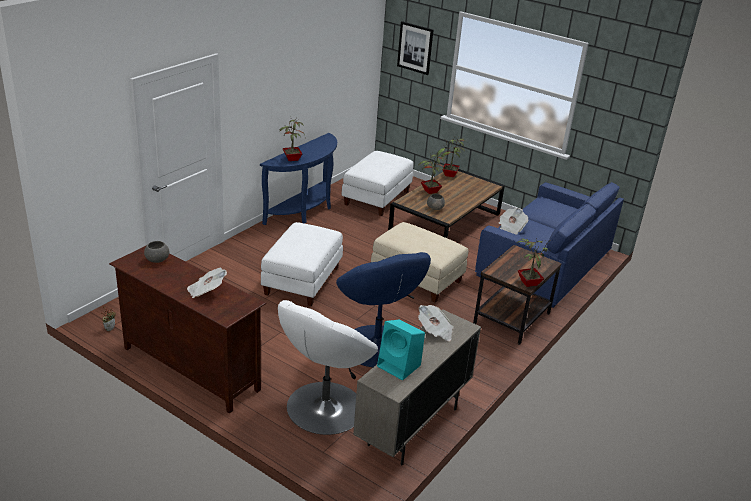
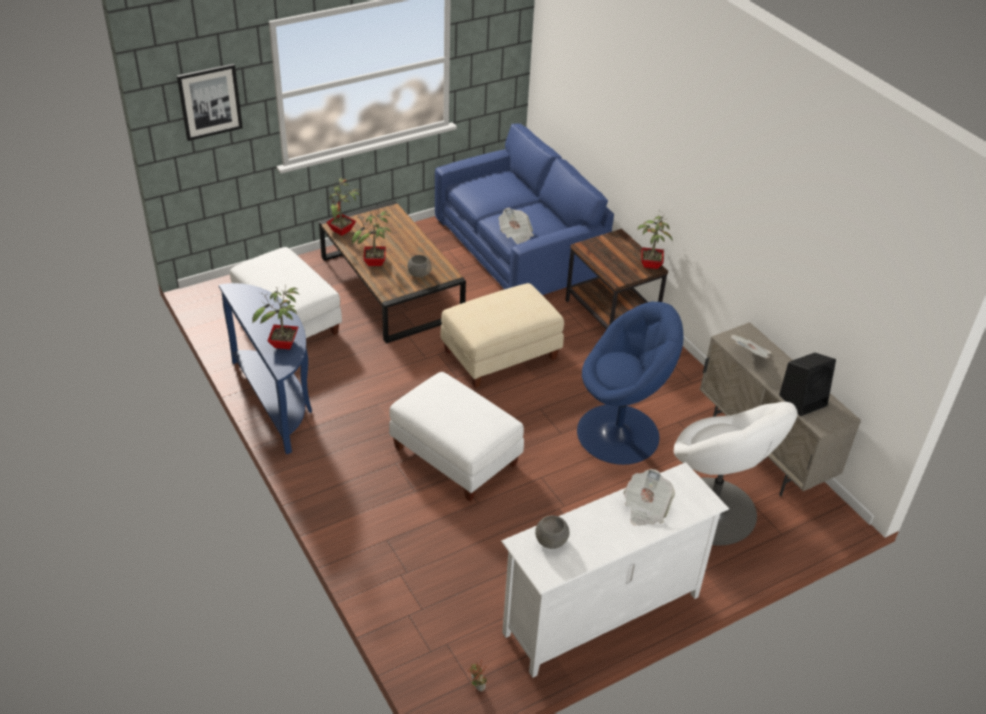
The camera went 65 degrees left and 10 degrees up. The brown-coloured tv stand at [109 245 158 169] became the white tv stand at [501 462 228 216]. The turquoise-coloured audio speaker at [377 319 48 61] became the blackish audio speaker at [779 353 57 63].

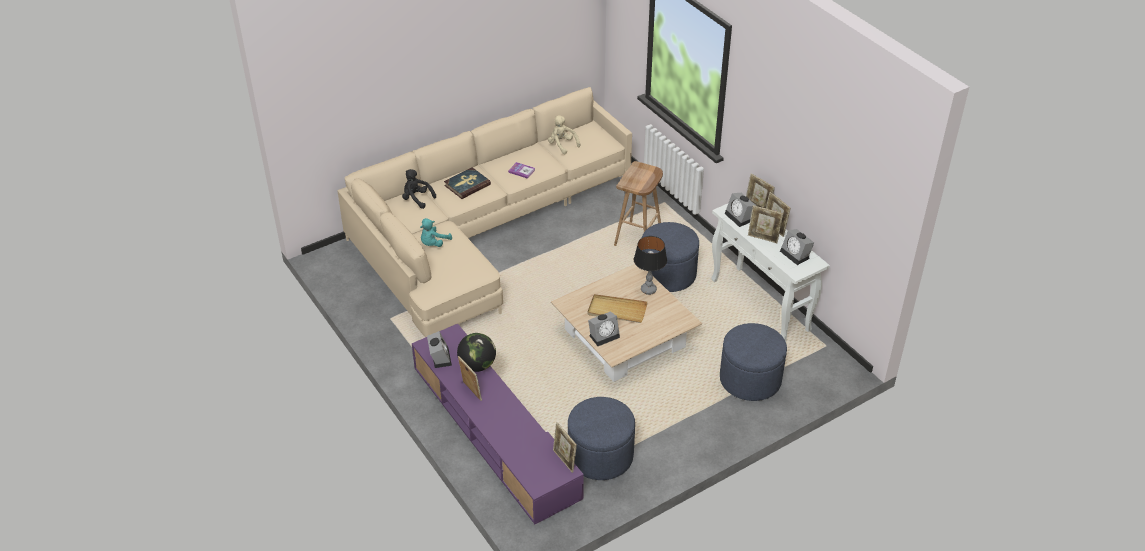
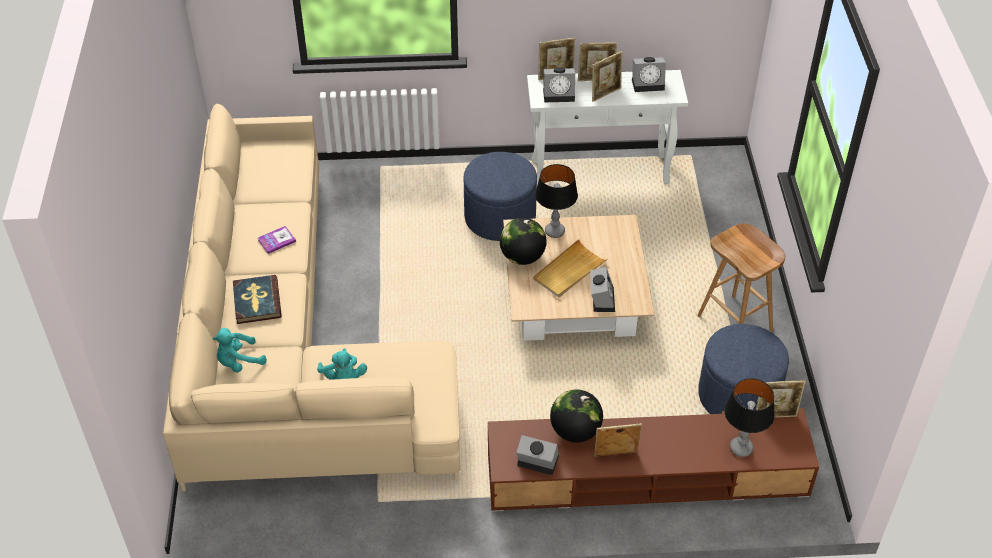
The camera went 60 degrees left and 5 degrees up. The sand-coloured plush toy at [548 115 32 39] disappeared. The brown-coloured sitting stool moved from [614 161 49 85] to [697 224 88 108]. The blackish plush toy at [402 169 34 40] became the turquoise-coloured plush toy at [213 328 54 45]. The blue footrest at [720 323 67 78] disappeared. The purple-coloured tv stand at [412 324 172 201] became the brown-coloured tv stand at [488 408 331 104]. The world globe at [500 218 47 47] appeared. The tabletop lamp at [724 378 51 79] appeared.

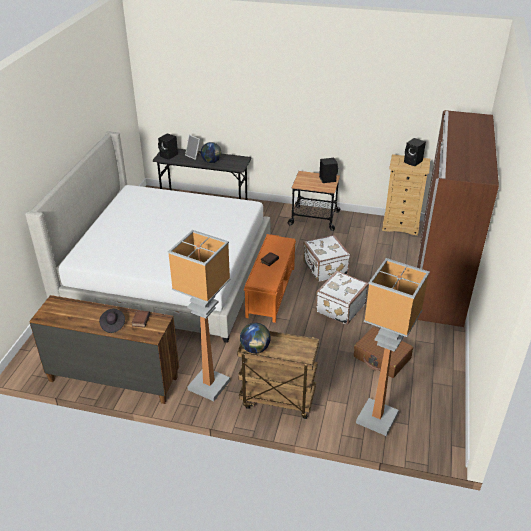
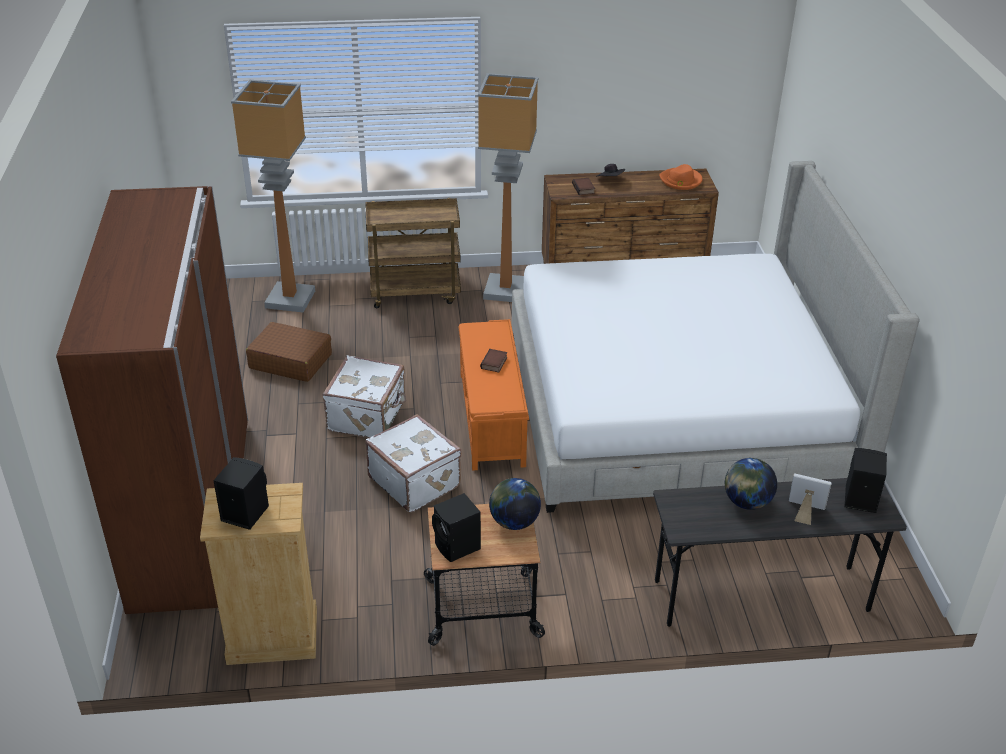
The camera went 160 degrees right and 0 degrees up. The world globe moved from [240 323 31 30] to [489 478 52 52]. The orangey clothing hat at [659 164 44 26] appeared.

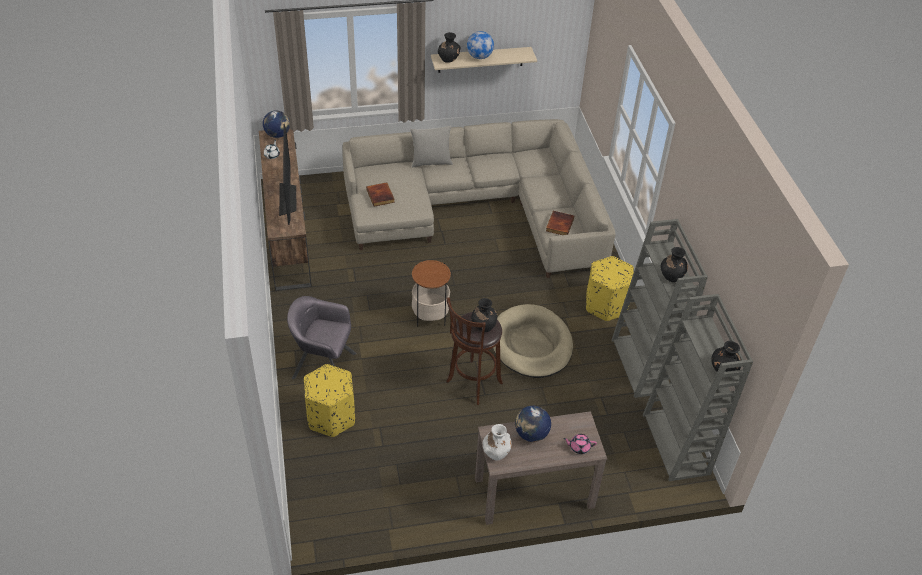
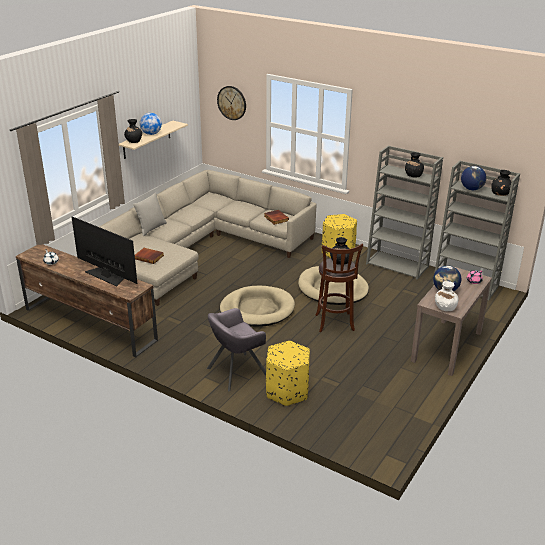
The camera went 45 degrees left and 15 degrees down. The world globe moved from [263 110 27 28] to [461 166 25 24]. The side table at [412 260 39 67] was replaced by the sand-coloured dog bed at [220 286 75 41]. The clock on the wall at [217 86 29 34] appeared.

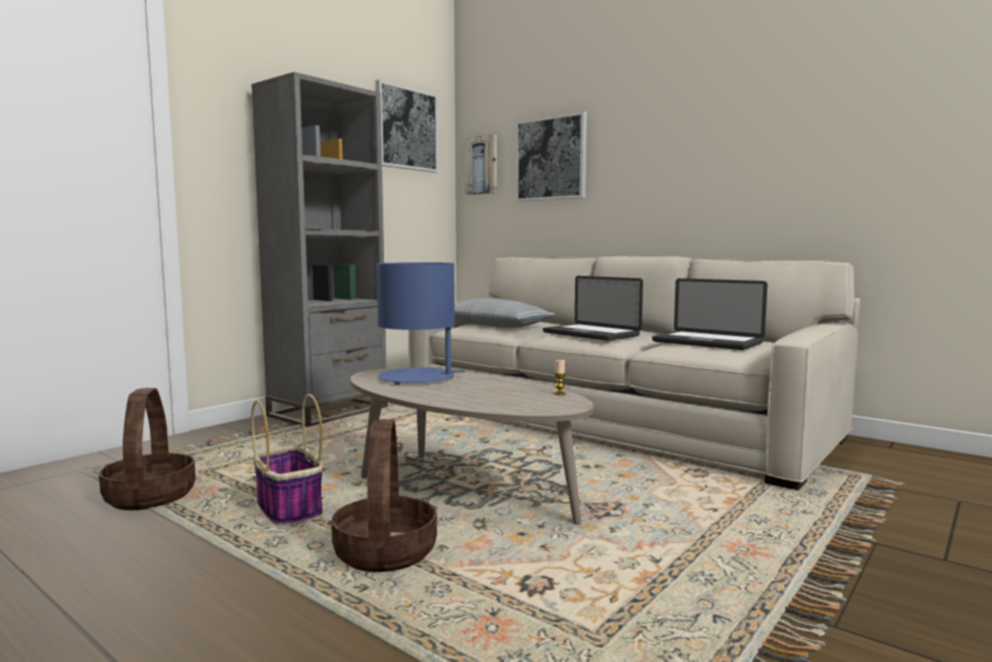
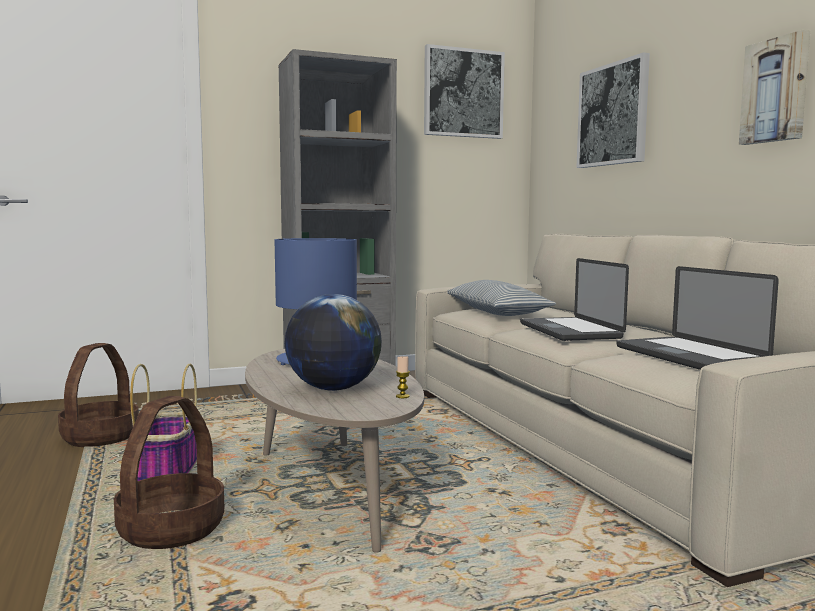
The camera went 30 degrees right and 0 degrees up. The wall art moved from [465 134 32 61] to [739 30 71 115]. The world globe at [285 294 97 97] appeared.

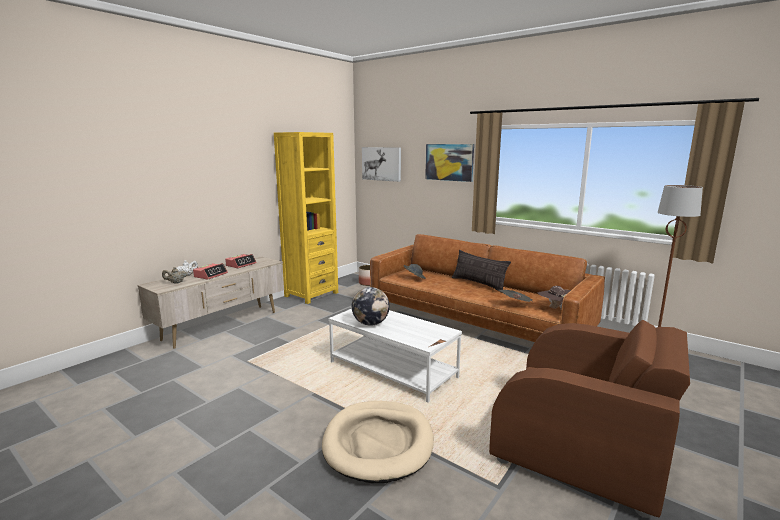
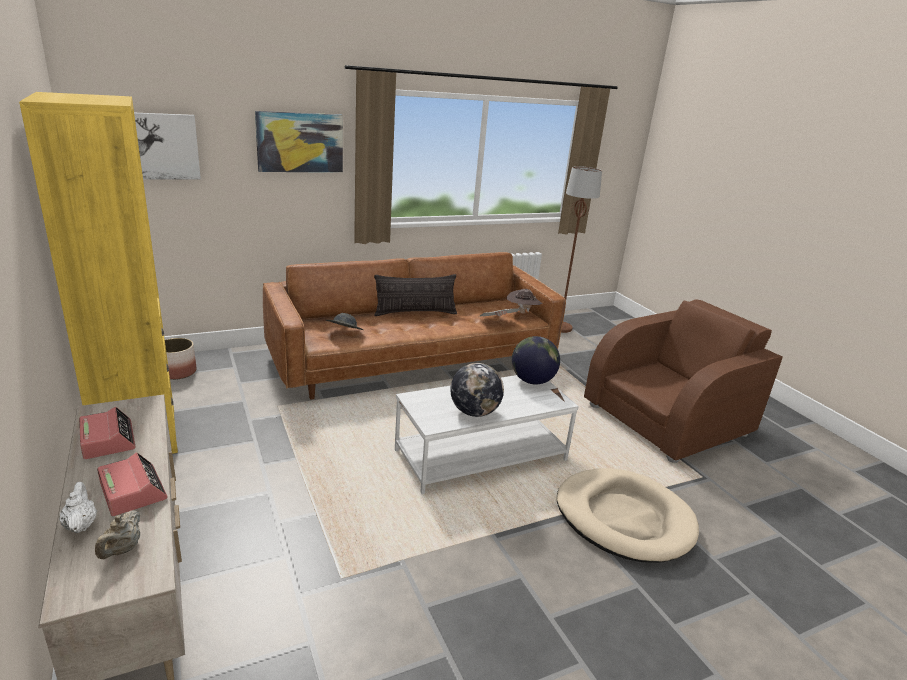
The camera went 65 degrees left and 10 degrees up. The world globe at [512 336 48 48] appeared.

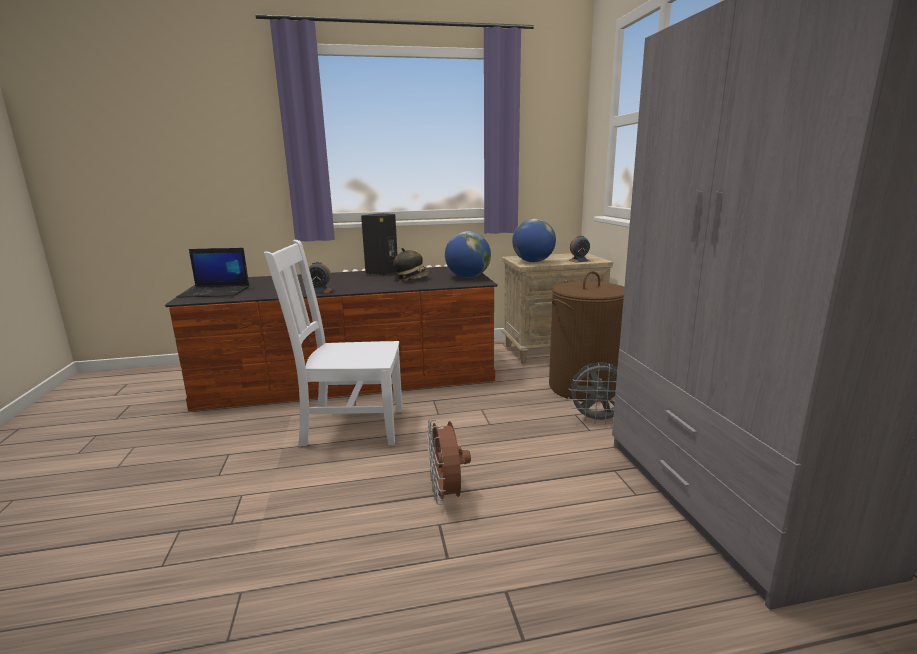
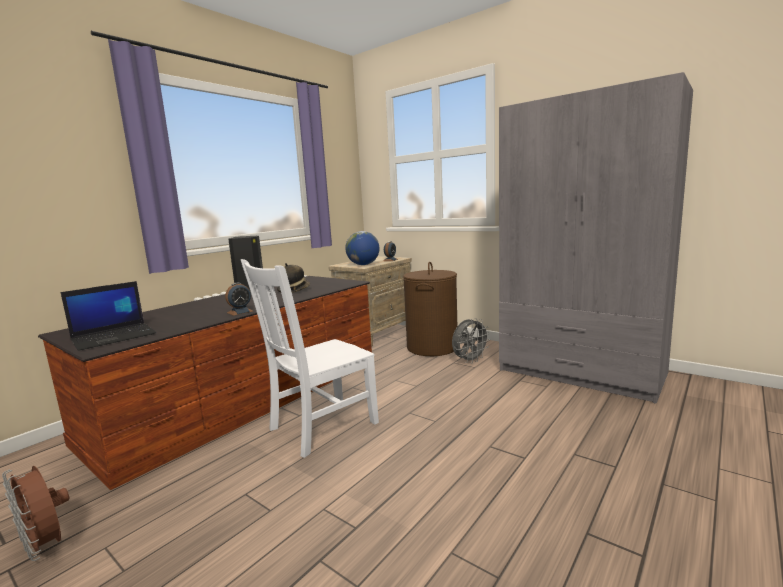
The camera went 40 degrees left and 5 degrees down. The world globe at [445 231 46 47] disappeared. The brown-coloured fan moved from [427 418 44 87] to [2 466 67 95].

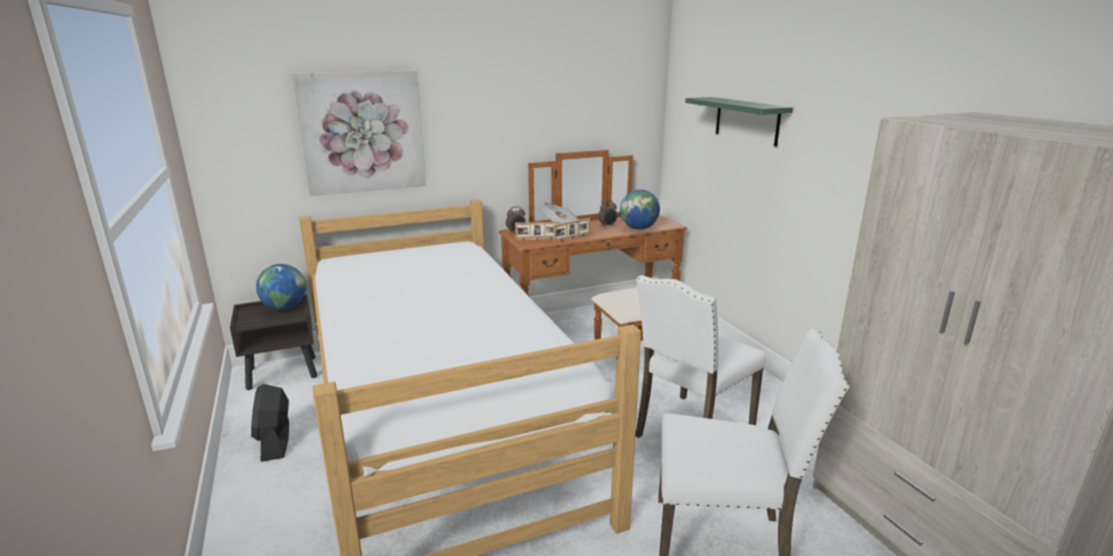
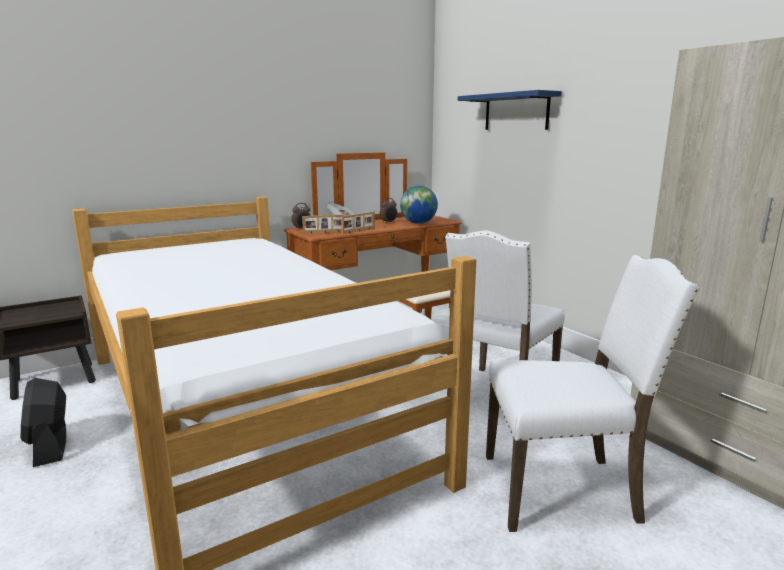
The camera went 10 degrees left and 5 degrees down. The wall art at [291 70 135 126] disappeared. The green-coloured bracket shelf at [685 97 108 49] became the blue bracket shelf at [458 90 104 40]. The world globe at [256 264 50 46] disappeared.

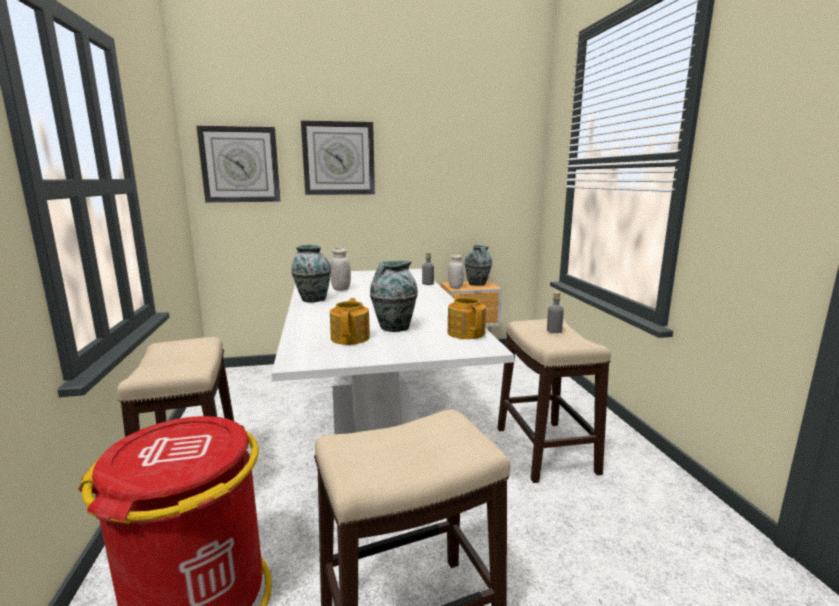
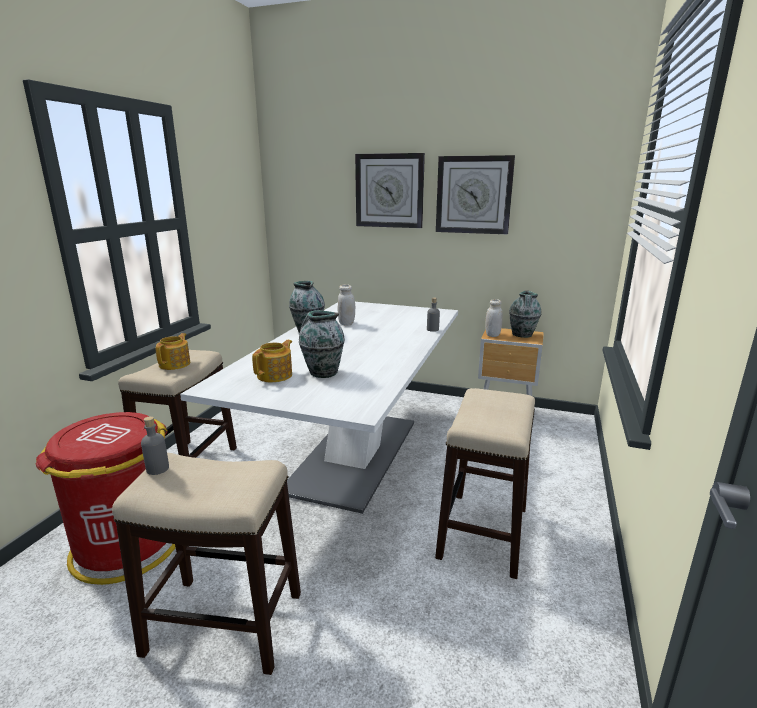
The camera went 30 degrees right and 5 degrees up. The clock on the wall moved from [197 126 84 76] to [436 155 79 79]. The grey bottle moved from [547 292 17 41] to [141 416 28 59]. The pot for tea moved from [447 294 39 45] to [155 333 35 37].

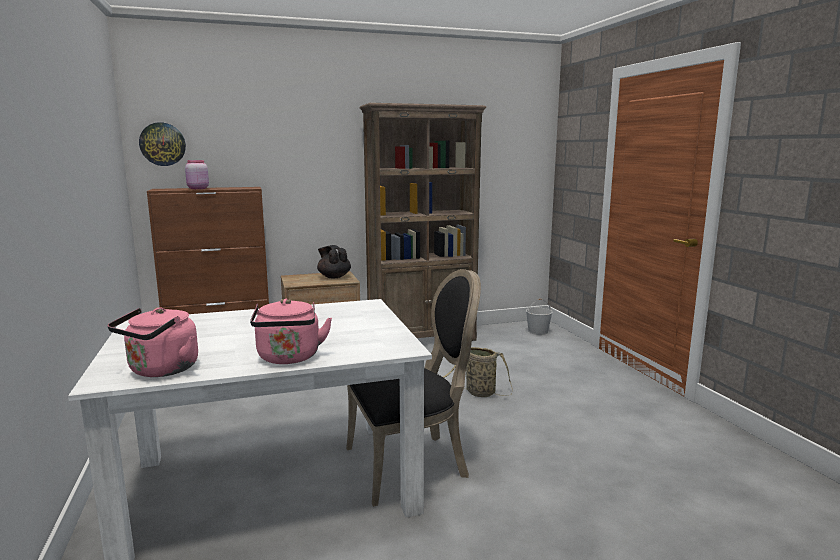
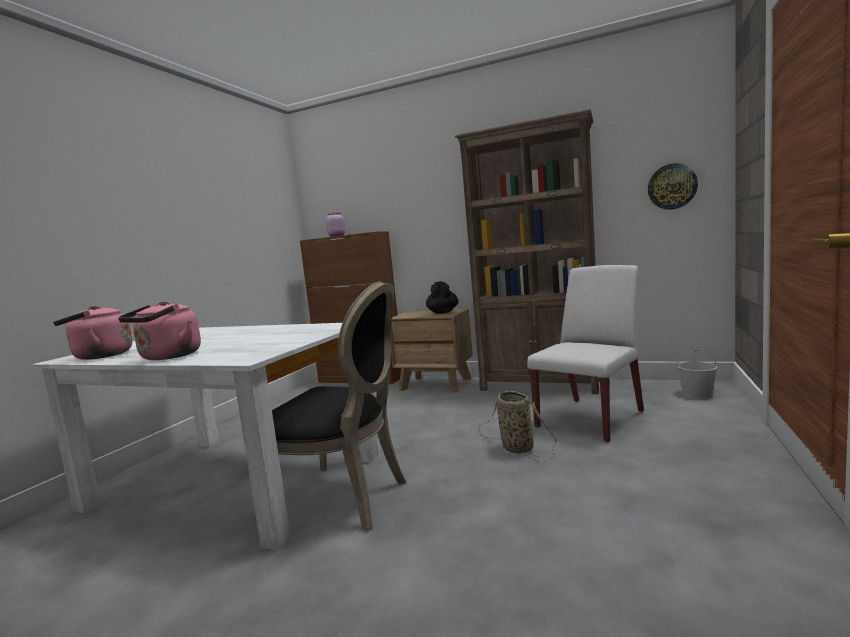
The camera went 40 degrees right and 5 degrees down. The clock on the wall moved from [139 122 47 44] to [648 163 50 47]. The white upright chair at [527 265 117 178] appeared.

